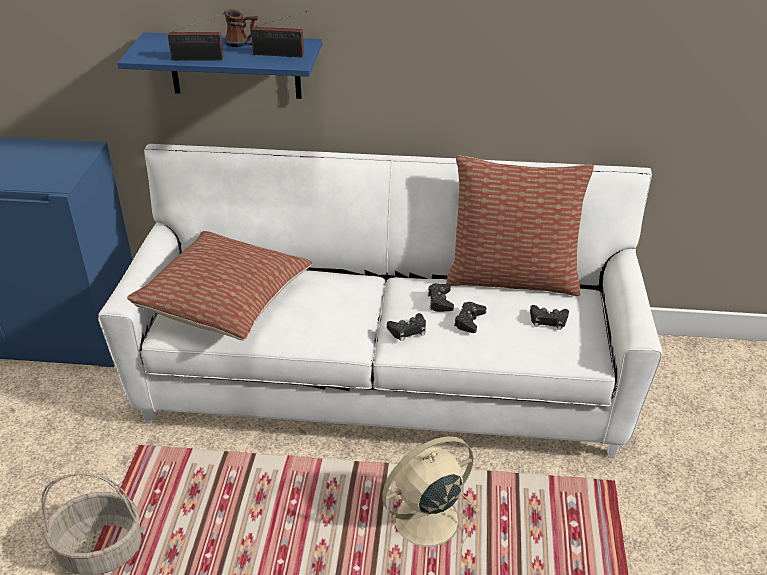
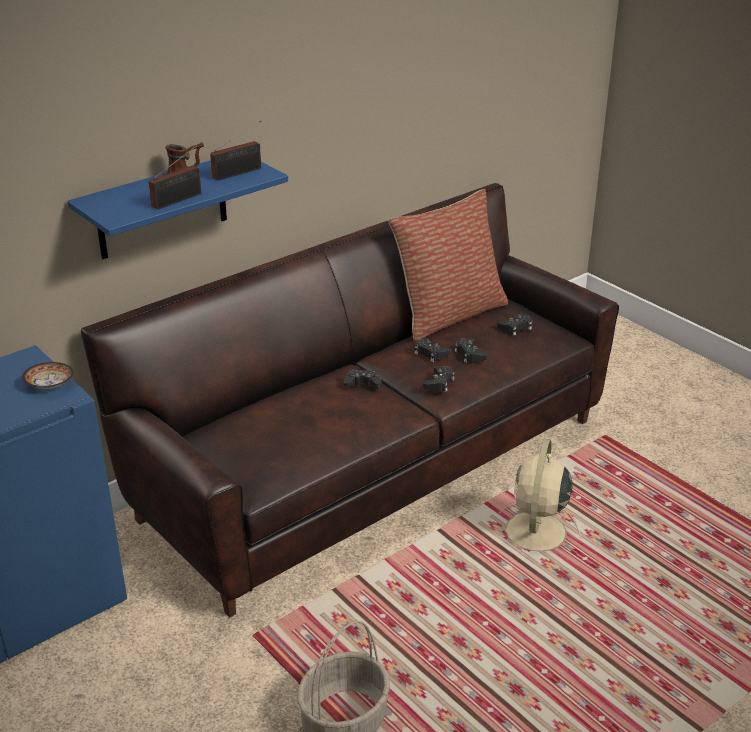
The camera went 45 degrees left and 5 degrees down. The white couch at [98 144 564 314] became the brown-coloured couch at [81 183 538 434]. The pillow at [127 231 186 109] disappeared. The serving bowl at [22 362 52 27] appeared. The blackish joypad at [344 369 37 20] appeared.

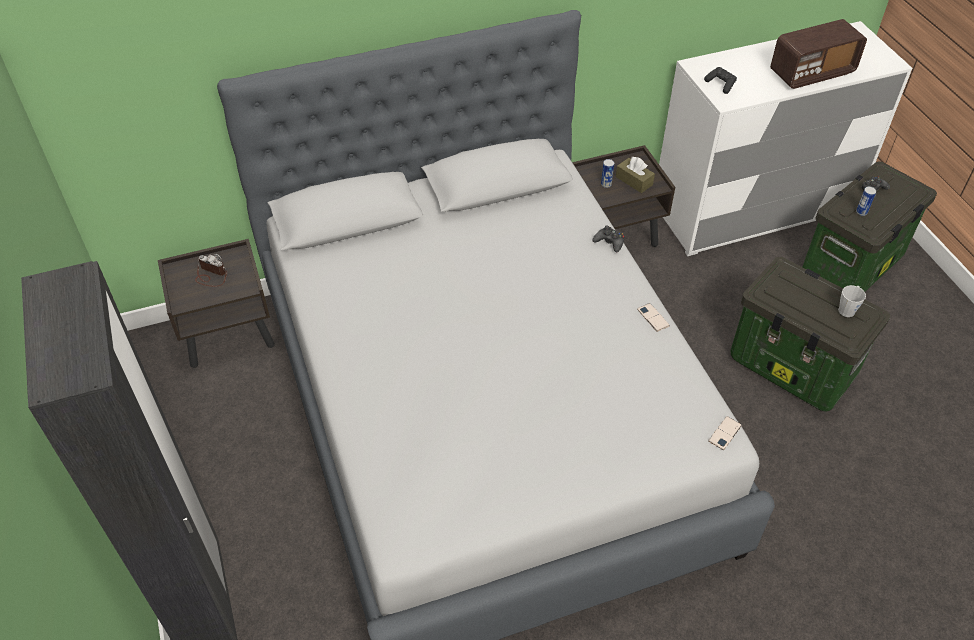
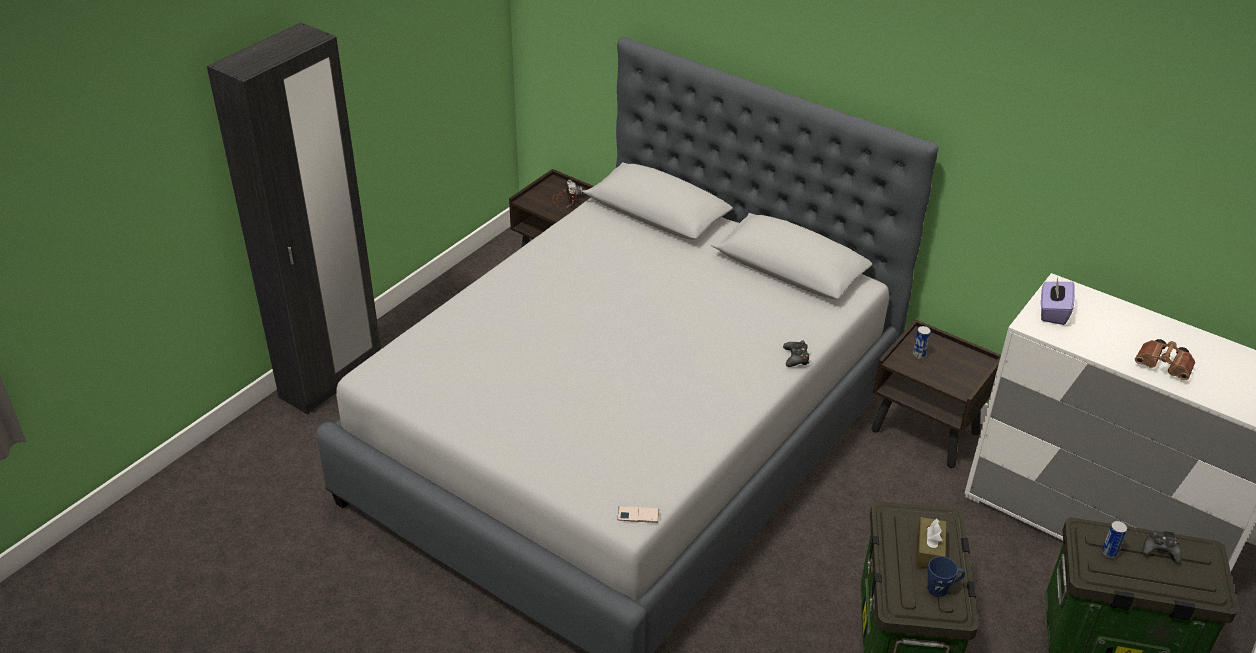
The camera went 55 degrees right and 10 degrees down. The radio at [770 19 97 70] was replaced by the brown-coloured pair of binoculars at [1135 339 60 41]. The blackish joypad at [704 67 33 27] was replaced by the purple-coloured box of tissues at [1041 277 34 48]. The brown-coloured box of tissues moved from [616 157 39 36] to [916 517 30 51]. The grey coffee mug at [838 285 28 32] became the blue coffee mug at [927 556 38 41]. The phone at [637 303 33 29] disappeared.

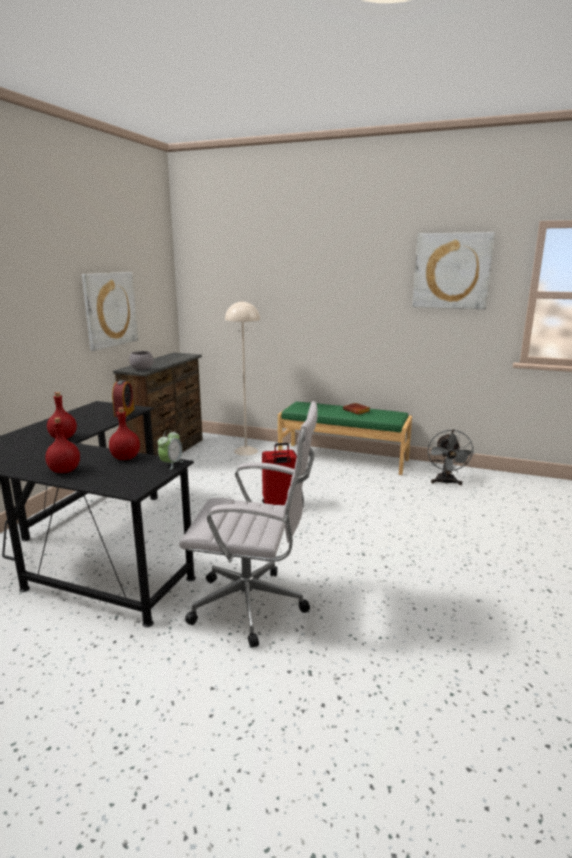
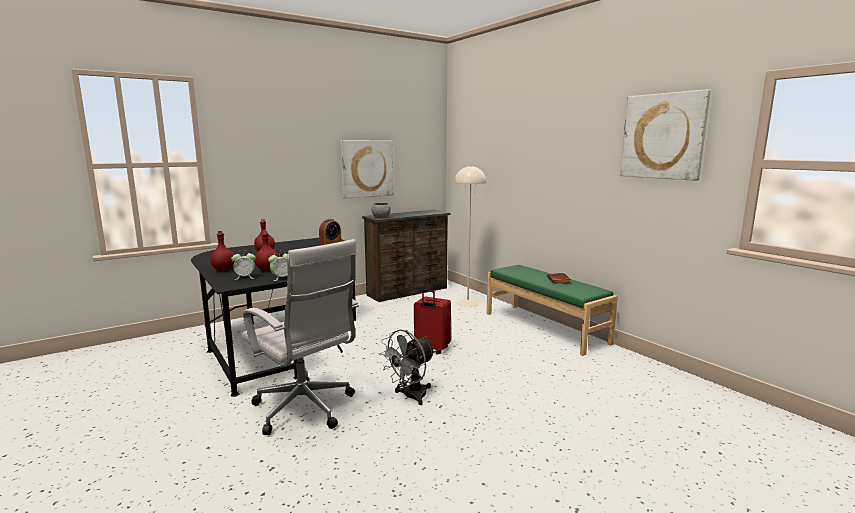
The camera went 35 degrees right and 5 degrees down. The grey fan moved from [428 429 47 56] to [379 329 56 76]. The table clock at [231 250 25 30] appeared.

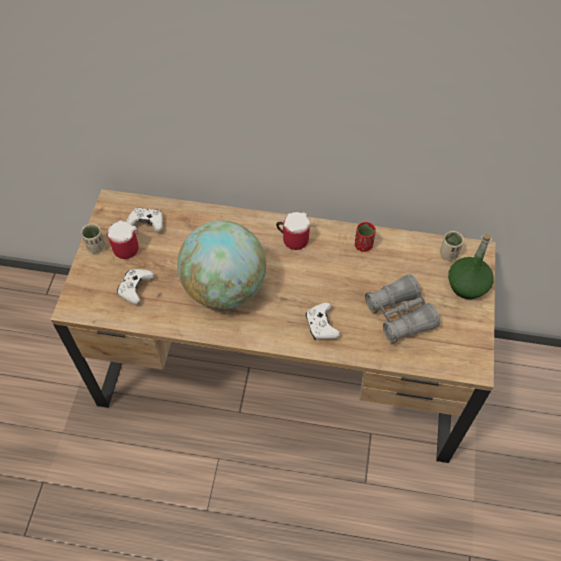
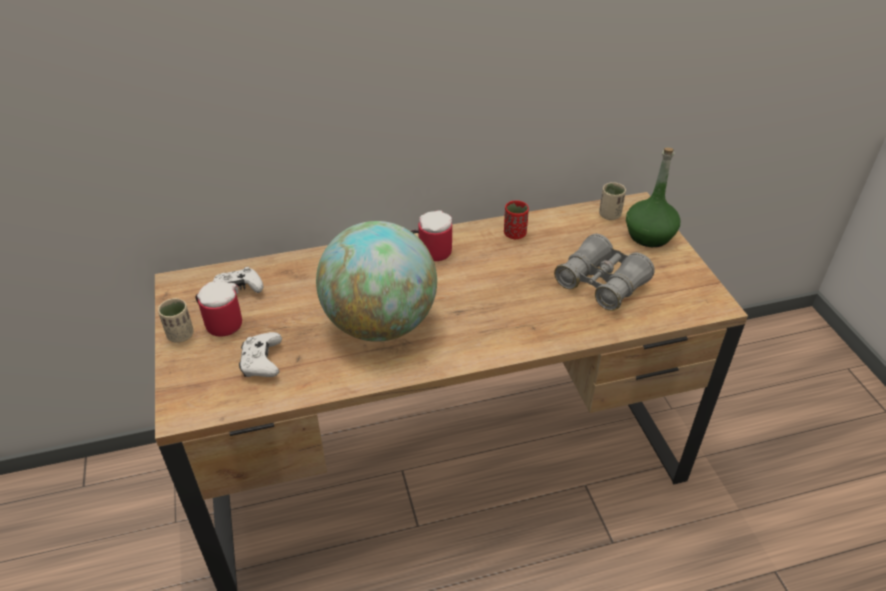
The camera went 25 degrees left and 15 degrees down. The white joypad at [306 302 34 38] disappeared.

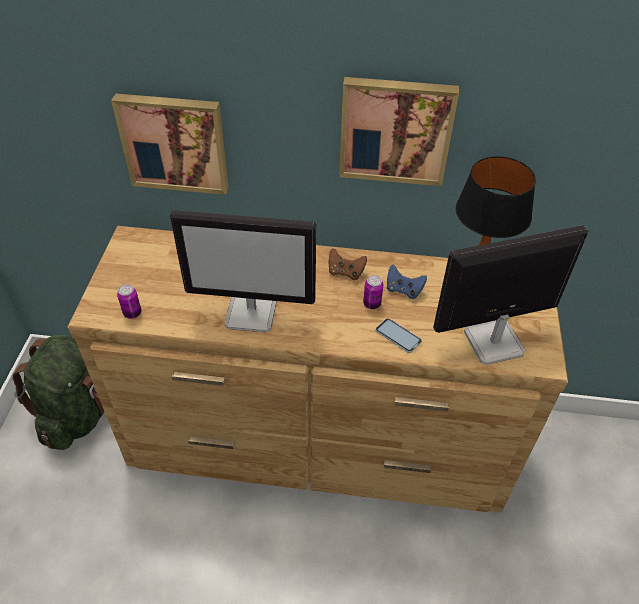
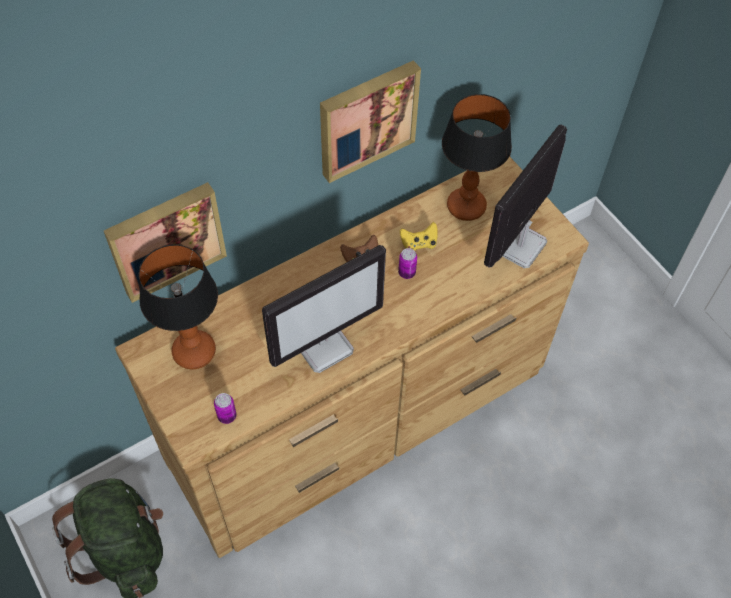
The camera went 40 degrees left and 10 degrees up. The blue joypad at [387 265 40 34] became the yellow-coloured joypad at [400 222 38 29]. The phone at [375 318 47 35] disappeared. The tabletop lamp at [138 244 80 125] appeared.

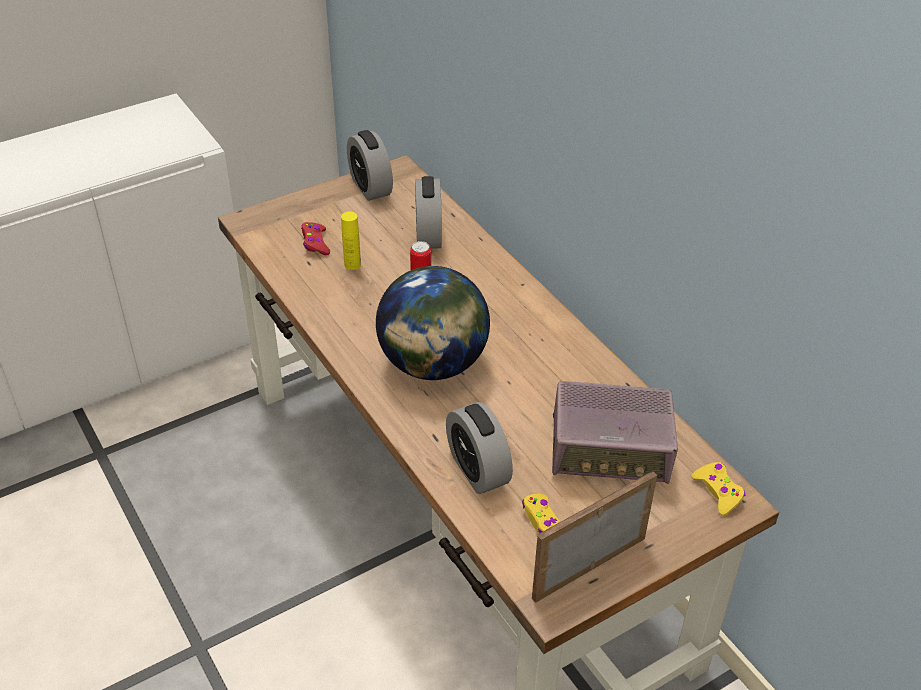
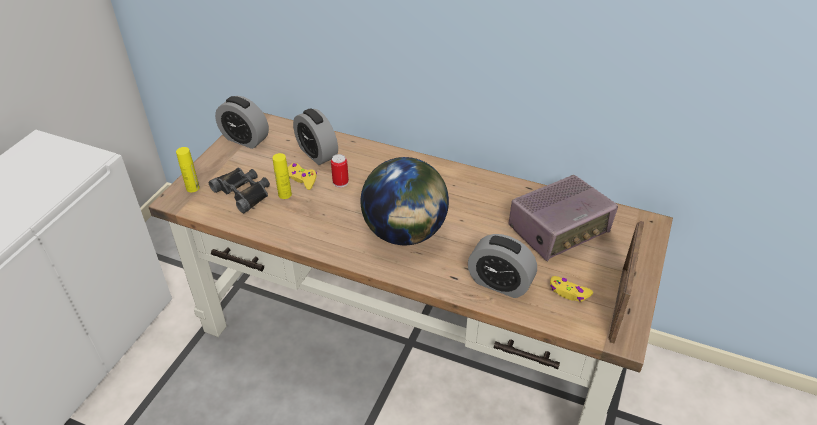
The camera went 35 degrees left and 0 degrees up. The red joypad at [301 222 29 33] was replaced by the blackish pair of binoculars at [209 168 61 45]. The yellow-coloured joypad moved from [692 462 53 54] to [288 163 29 27]. The yellow-coloured bottle at [176 147 24 45] appeared.

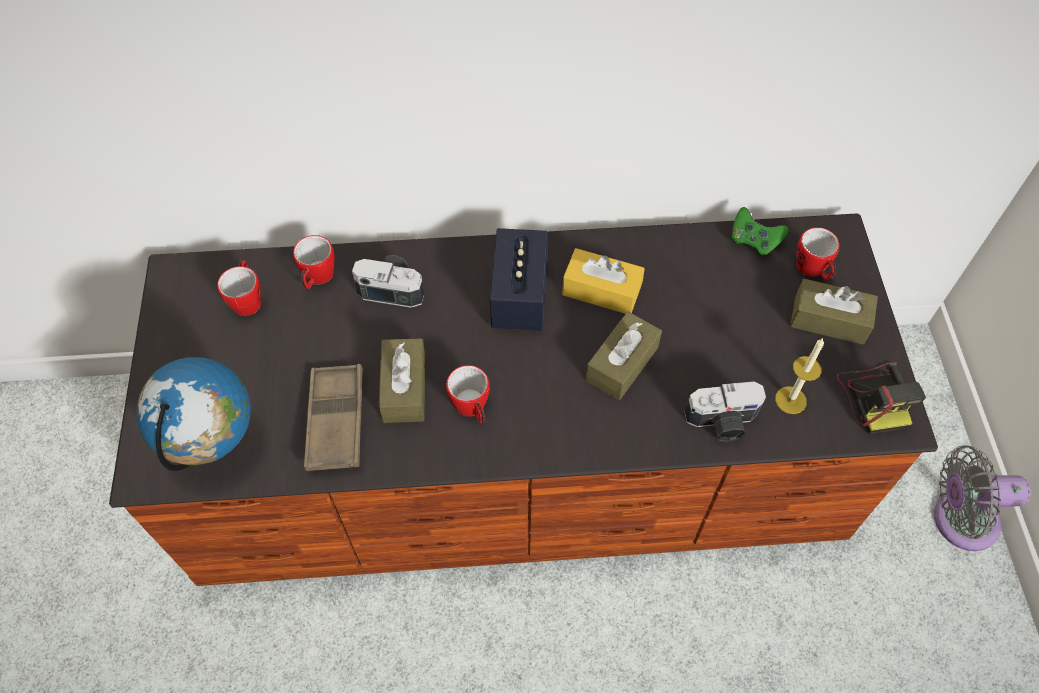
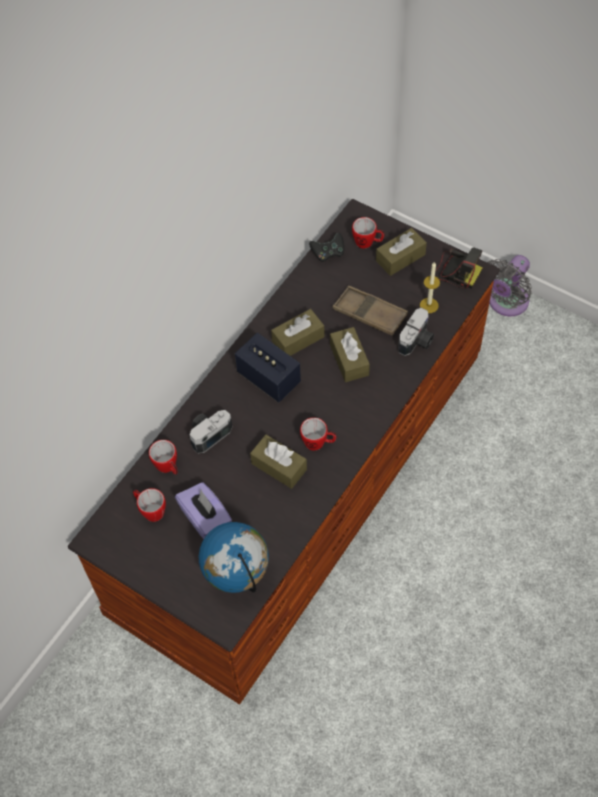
The camera went 50 degrees left and 0 degrees up. The green-coloured joypad at [732 207 57 49] became the blackish joypad at [309 233 35 29]. The yellow-coloured box of tissues at [562 248 83 66] became the brown-coloured box of tissues at [271 309 53 47]. The brown-coloured tray moved from [304 364 59 107] to [332 286 76 50]. The purple-coloured box of tissues at [175 482 57 57] appeared.

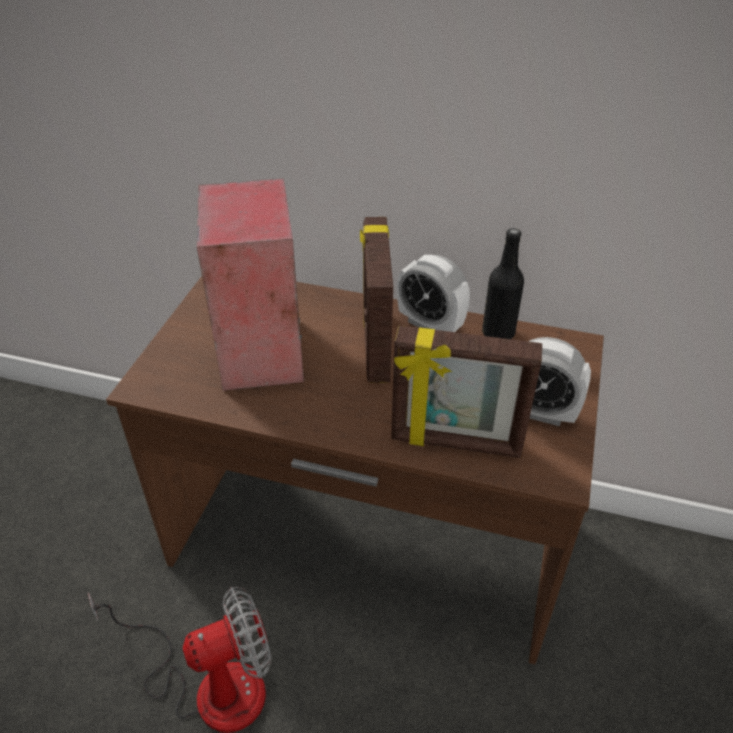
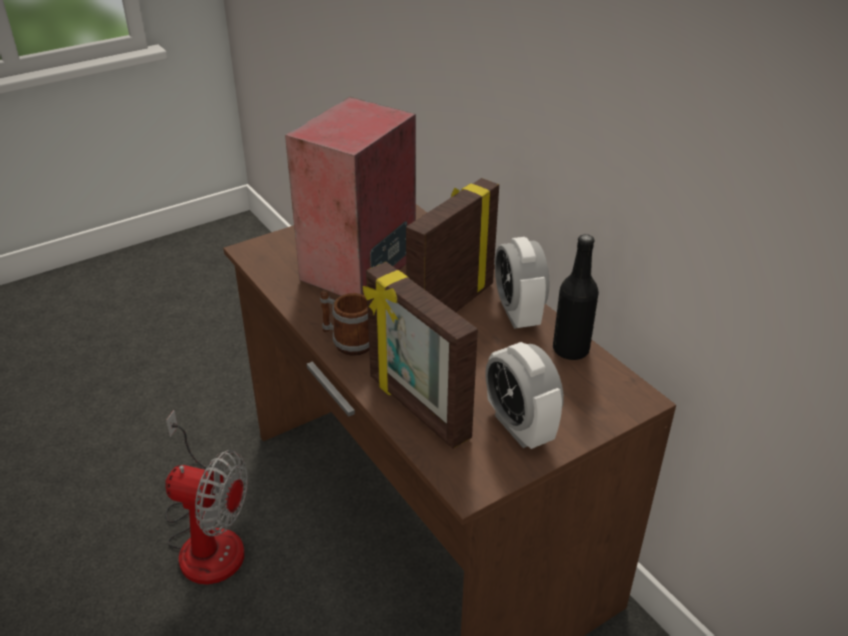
The camera went 40 degrees right and 5 degrees down. The coffee mug at [320 290 49 66] appeared.

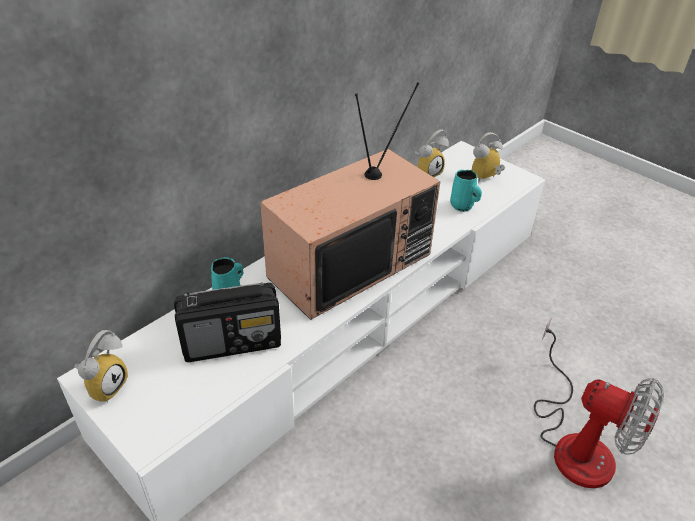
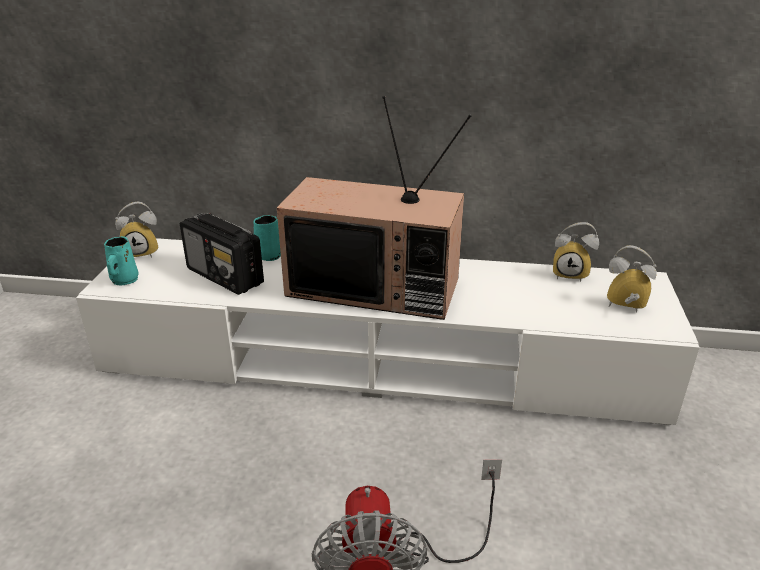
The camera went 55 degrees right and 10 degrees down. The turquoise-coloured coffee mug moved from [450 170 32 42] to [104 236 35 49].

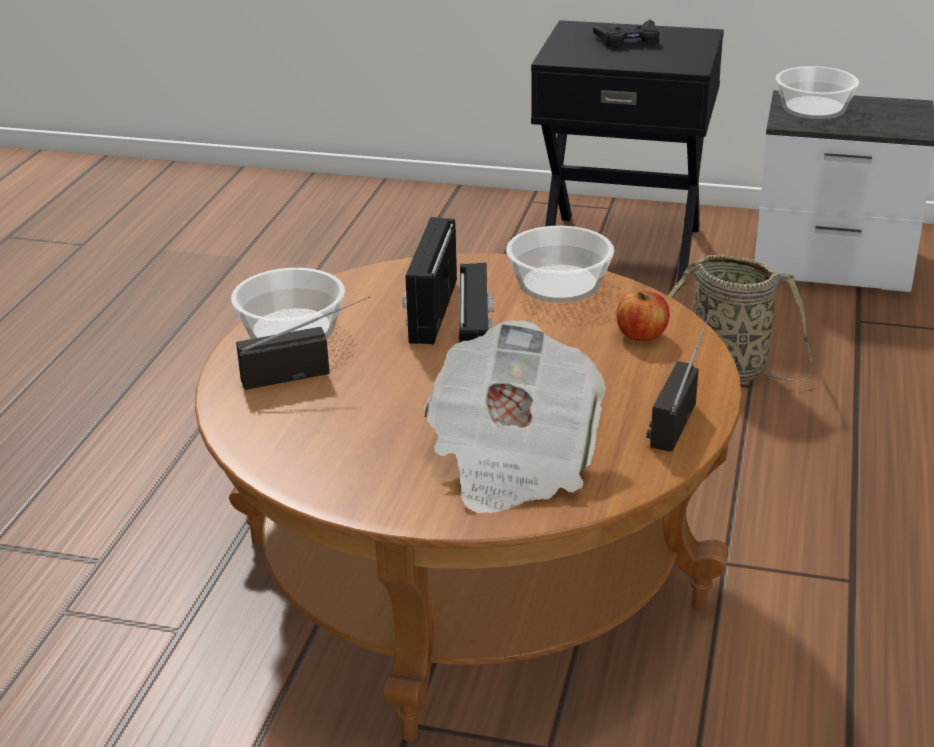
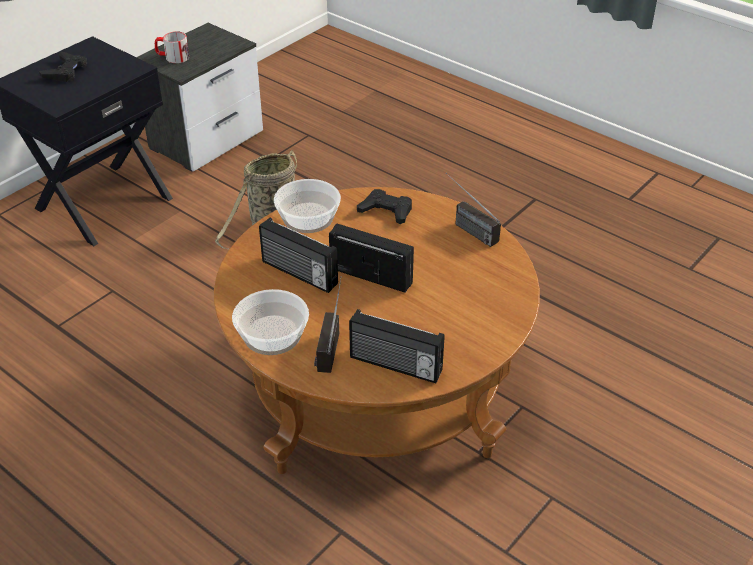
The camera went 65 degrees left and 10 degrees up. The serving bowl at [776 66 83 53] was replaced by the coffee mug at [155 31 34 32]. The apple at [616 291 54 50] was replaced by the blackish joypad at [357 189 55 35]. The newspaper at [424 320 182 193] disappeared. The radio at [349 309 96 74] appeared.

